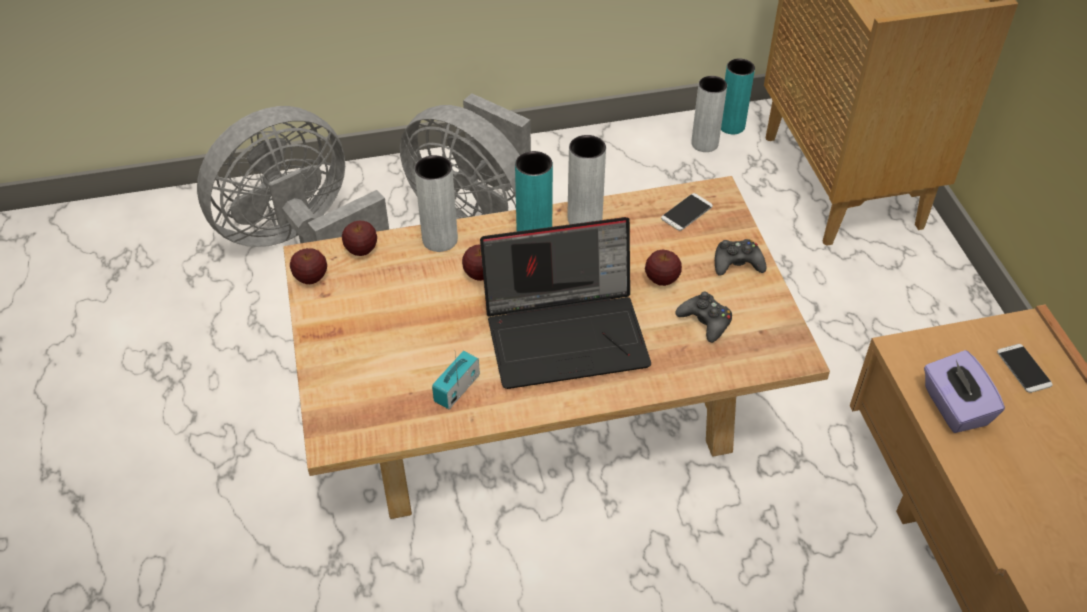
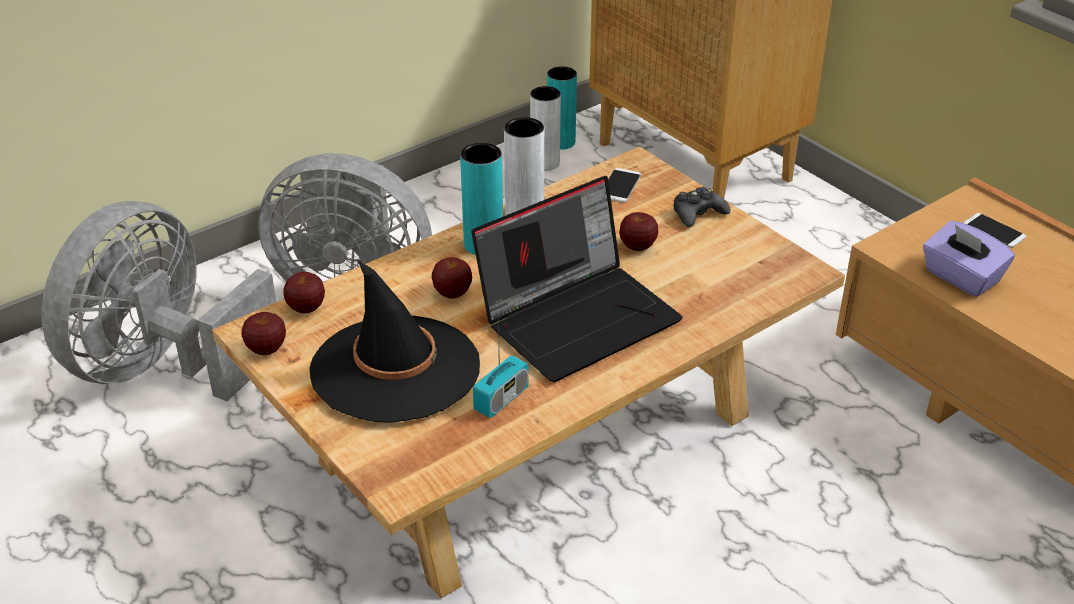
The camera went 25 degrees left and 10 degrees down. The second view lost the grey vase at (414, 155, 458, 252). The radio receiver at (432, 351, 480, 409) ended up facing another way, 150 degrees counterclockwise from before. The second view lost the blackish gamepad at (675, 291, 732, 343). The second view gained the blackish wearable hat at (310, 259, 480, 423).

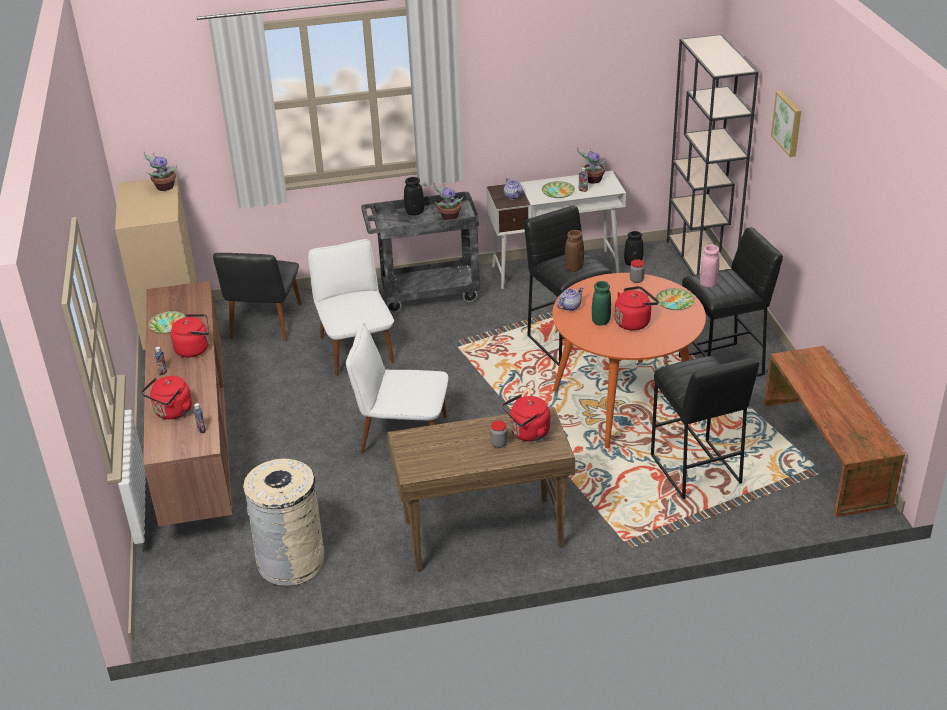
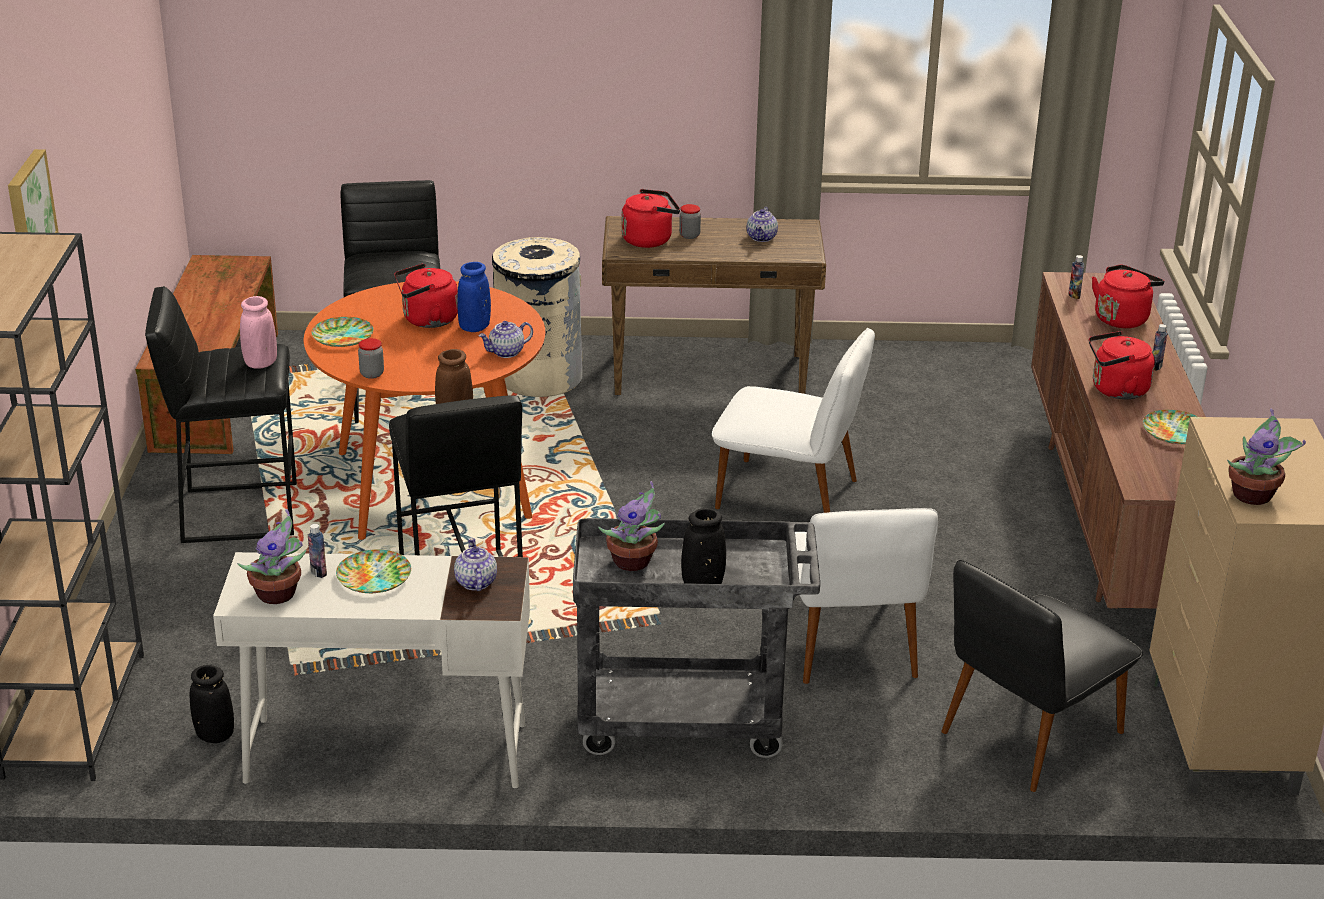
The camera went 170 degrees left and 5 degrees down. The blackish chair at (213, 253, 302, 342) ended up facing another way, 150 degrees counterclockwise from before. The beige rubbish bin ended up elsewhere, having gone from (243, 458, 324, 586) to (492, 237, 582, 397). What was the green vase at (592, 281, 611, 325) turned into the blue vase at (457, 262, 491, 332). The second view gained the tea pot at (747, 207, 778, 242).

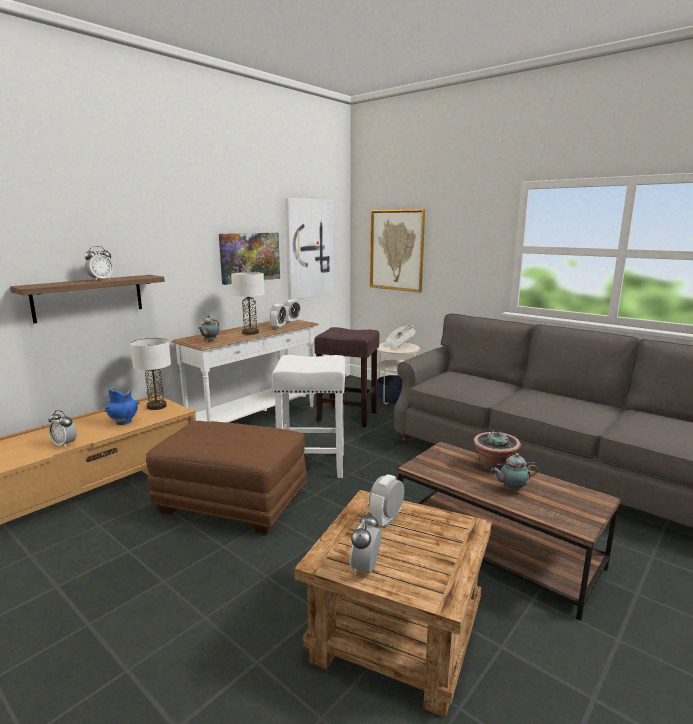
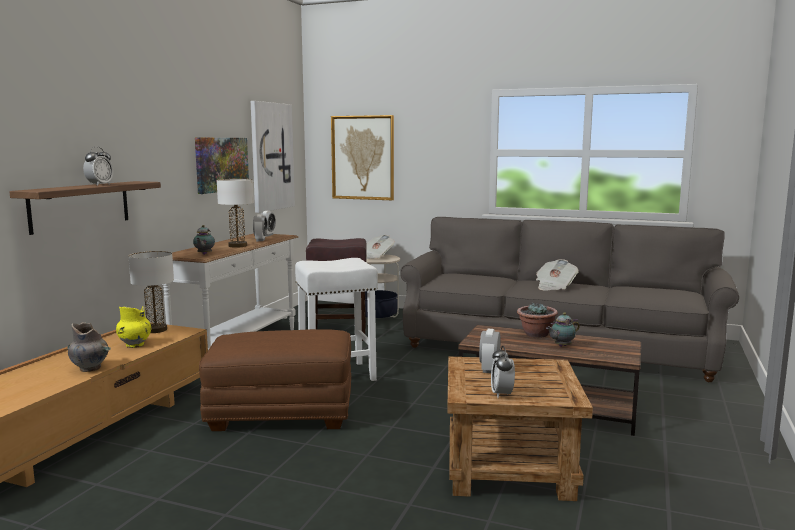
The camera went 20 degrees left and 5 degrees down. Where the alarm clock stood at (48, 410, 77, 448), the grey vase came to stand at (67, 322, 111, 372). What was the blue vase at (105, 388, 140, 425) turned into the yellowish vase at (116, 306, 151, 348). The second view gained the newspaper at (536, 259, 579, 291).

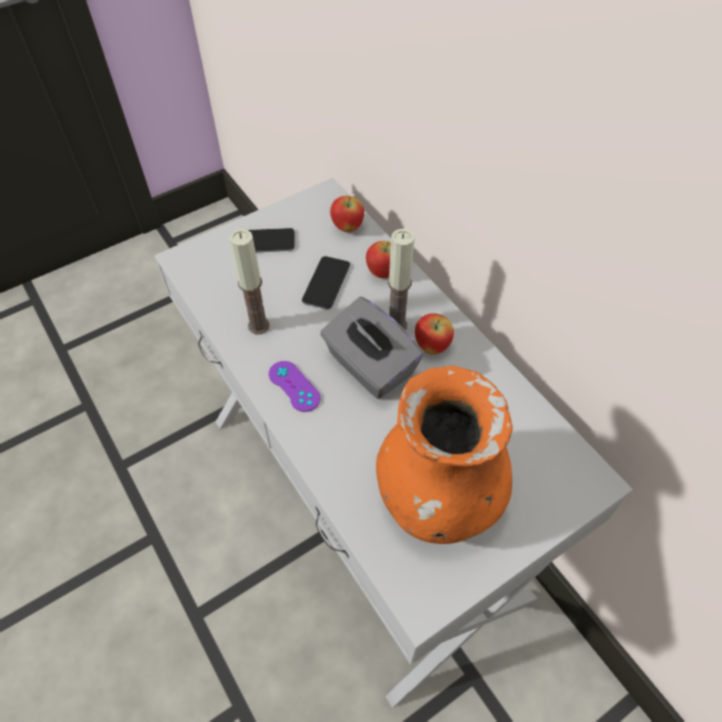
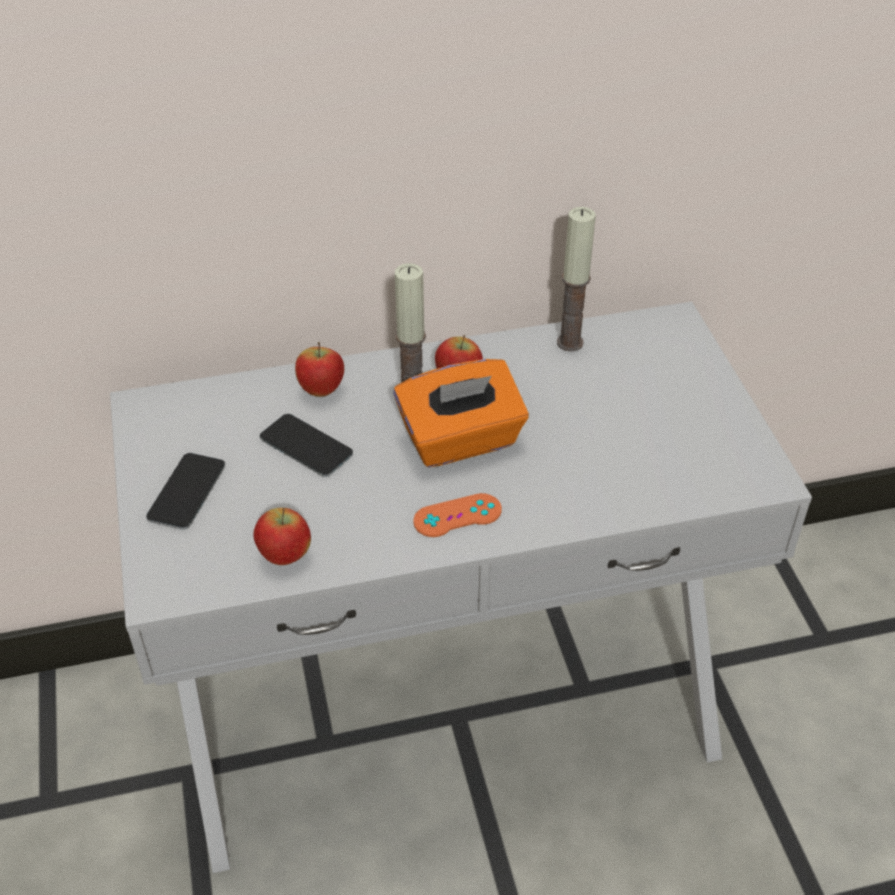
The camera went 70 degrees left and 10 degrees down. The candle ended up elsewhere, having gone from (229, 229, 270, 334) to (557, 207, 596, 352). What was the purple-coloured gamepad at (269, 361, 321, 412) turned into the orangey gamepad at (413, 493, 502, 537). What was the grey tissue box at (320, 297, 424, 399) turned into the orangey tissue box at (393, 359, 529, 467). The apple fruit ended up elsewhere, having gone from (330, 196, 364, 232) to (254, 508, 311, 565). The second view lost the orangey vase at (376, 366, 513, 544).

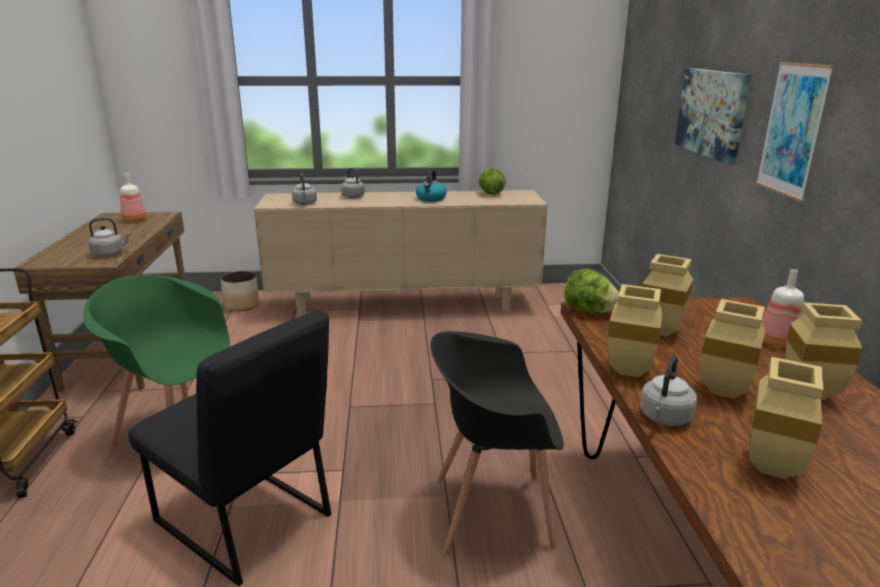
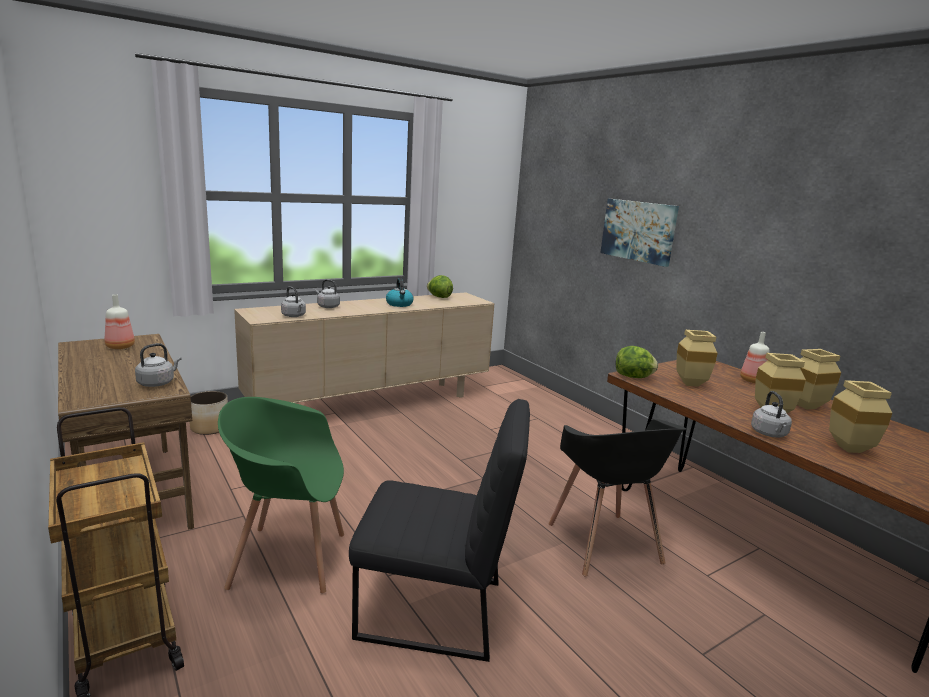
The camera went 30 degrees left and 5 degrees down. The blackish chair at (430, 331, 564, 555) ended up facing another way, 75 degrees counterclockwise from before. The second view lost the beige vase at (608, 284, 663, 377). The second view lost the picture at (755, 62, 835, 202).

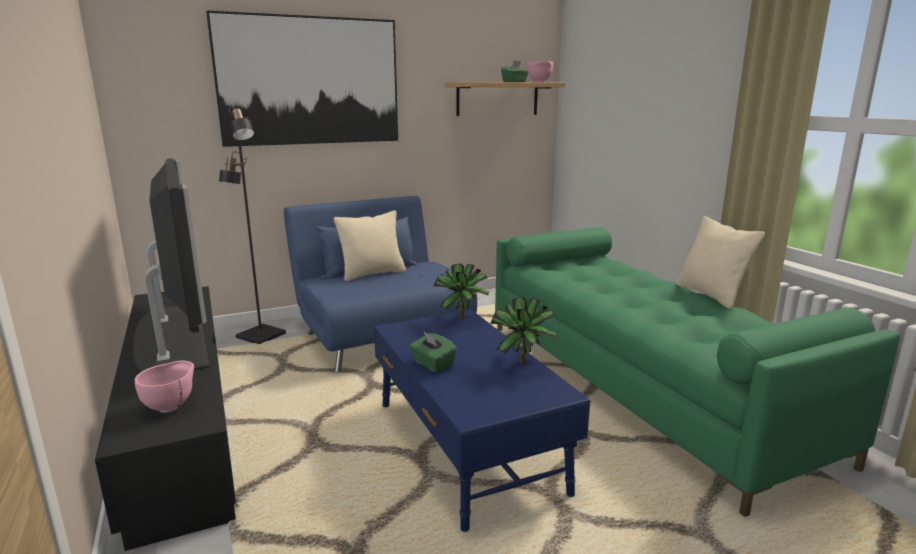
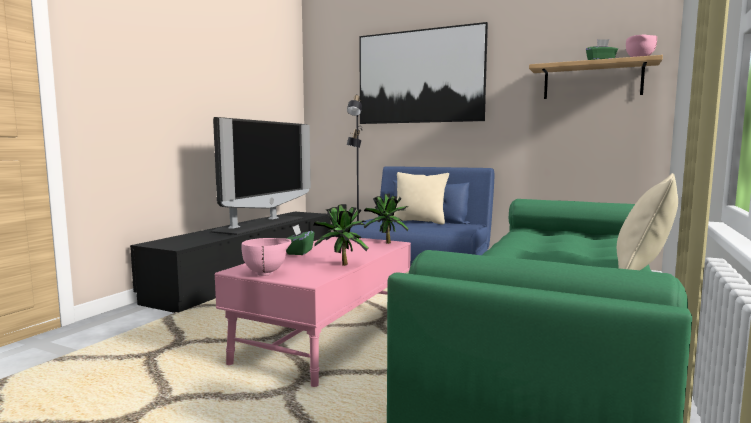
The camera went 50 degrees right and 10 degrees down. The pinkish bowl ended up elsewhere, having gone from (135, 360, 194, 413) to (241, 238, 291, 276). What was the blue lounge table at (374, 310, 590, 532) turned into the pinkish lounge table at (215, 237, 411, 387).

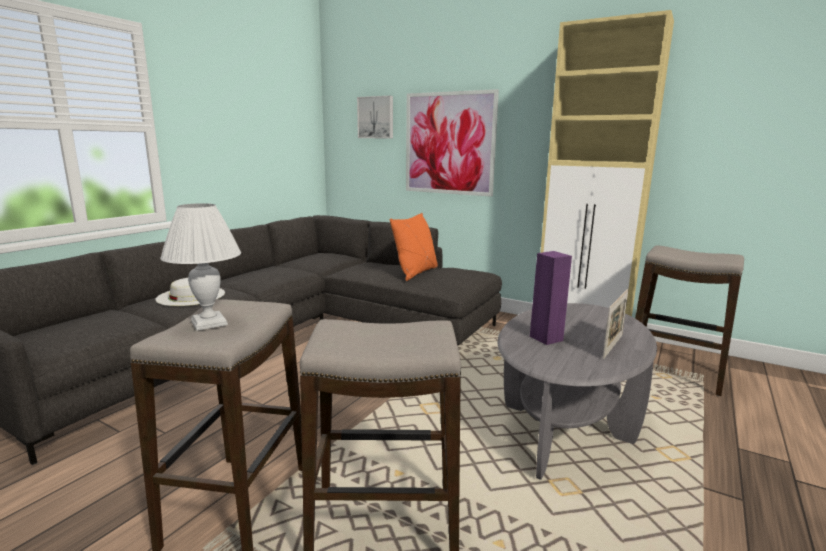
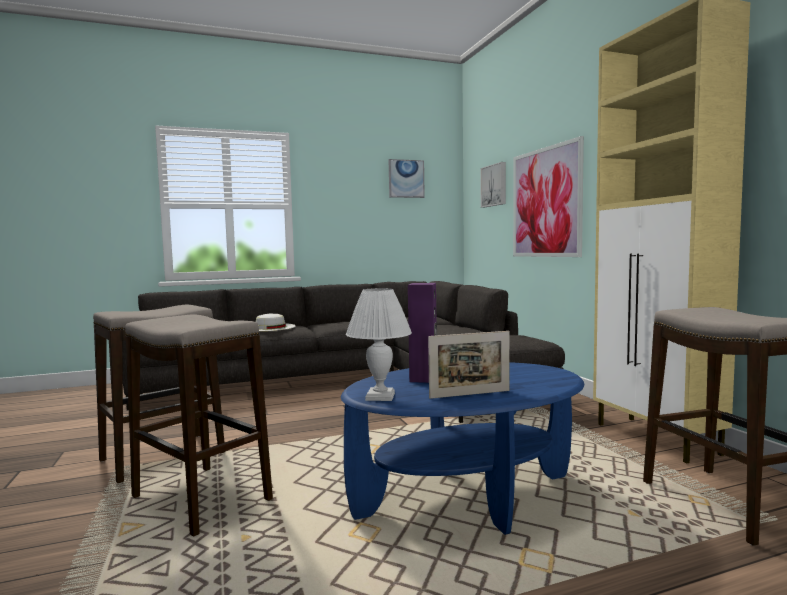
The camera went 40 degrees right and 10 degrees down. The whitish lamp for a table ended up elsewhere, having gone from (160, 203, 241, 331) to (346, 288, 412, 401). The second view lost the orangey throw pillow at (390, 213, 438, 281). What was the grey lounge table at (498, 303, 657, 480) turned into the blue lounge table at (341, 362, 584, 535). The second view gained the picture at (389, 159, 425, 198).

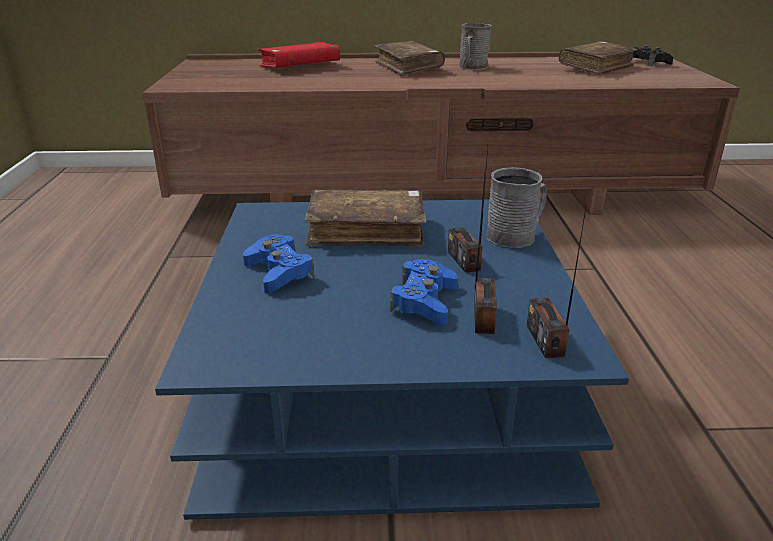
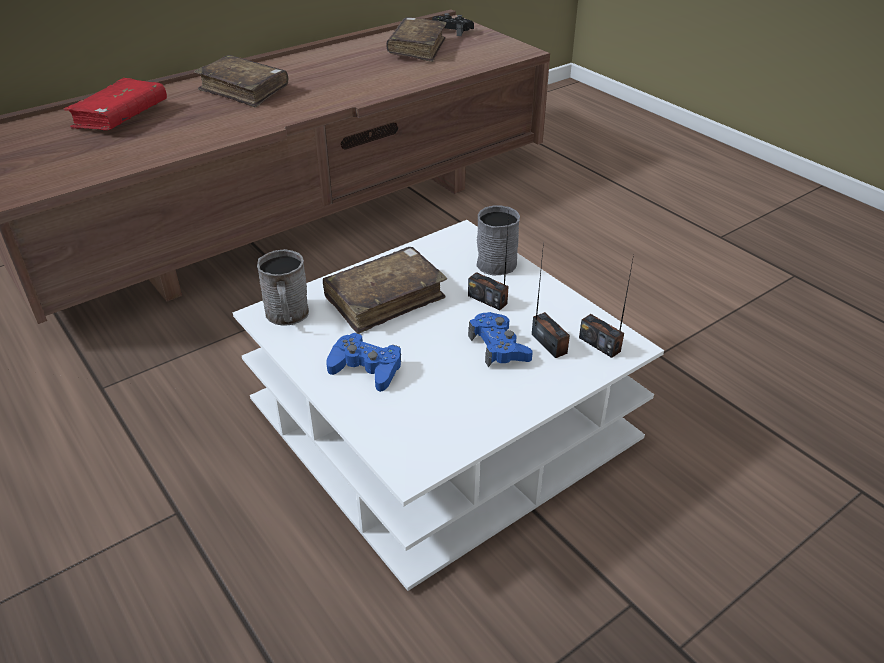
The camera went 35 degrees left and 10 degrees up. What was the blue lounge table at (155, 200, 629, 520) turned into the whitish lounge table at (233, 220, 664, 591). The grey mug ended up elsewhere, having gone from (459, 23, 492, 70) to (257, 249, 309, 326).

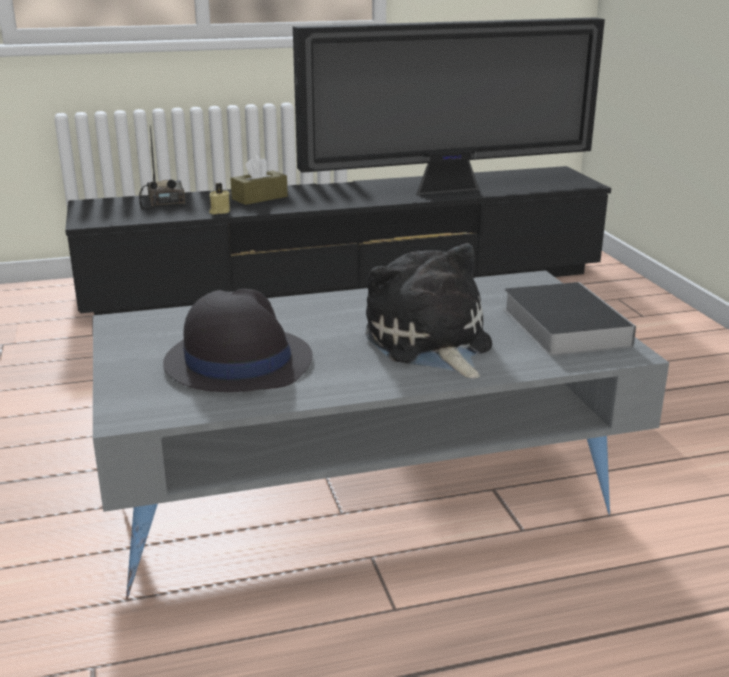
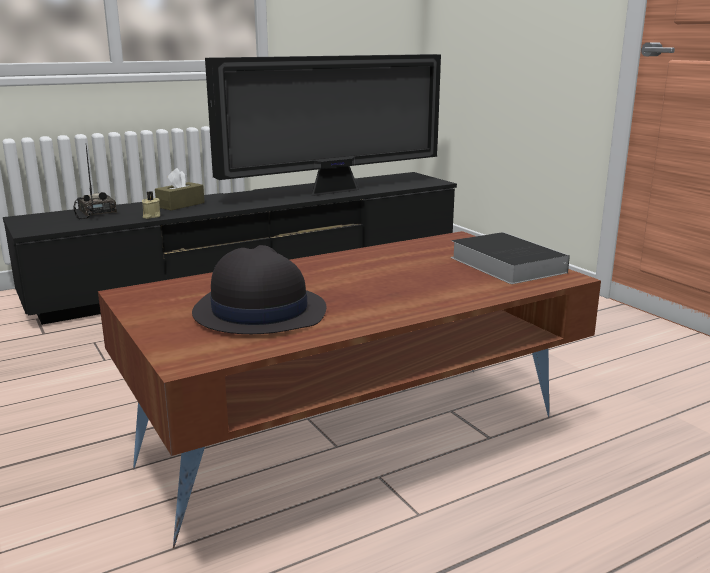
The camera went 15 degrees left and 5 degrees down. What was the grey lounge table at (93, 270, 669, 600) turned into the brownish lounge table at (98, 231, 601, 548). The second view lost the soft toy at (365, 243, 492, 379).

